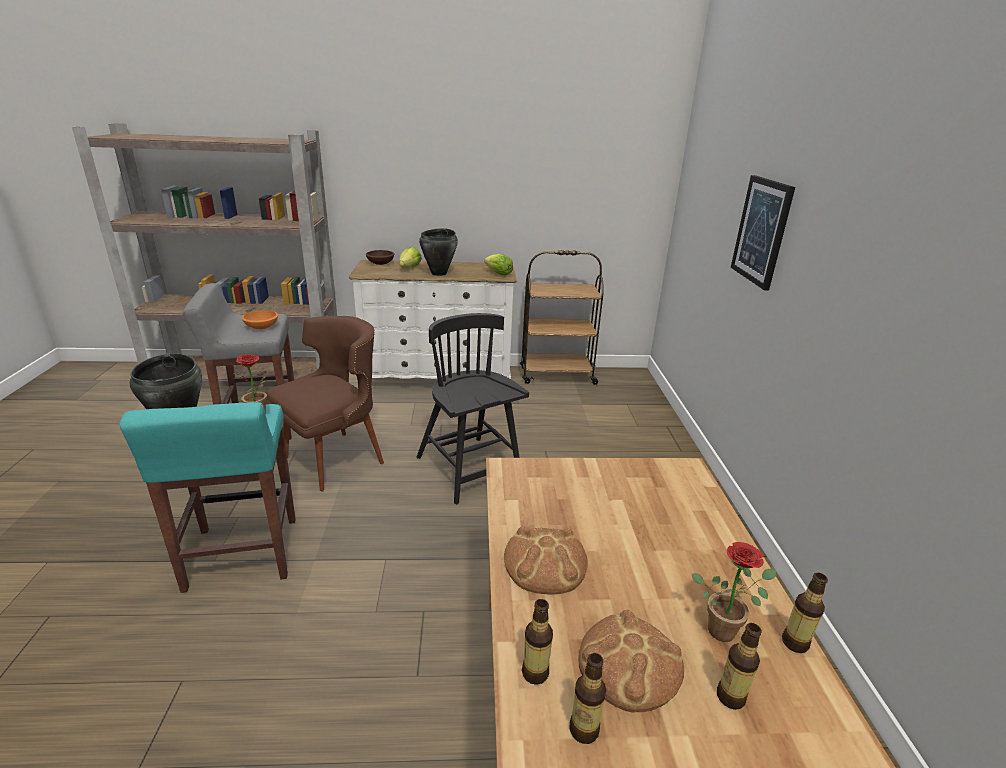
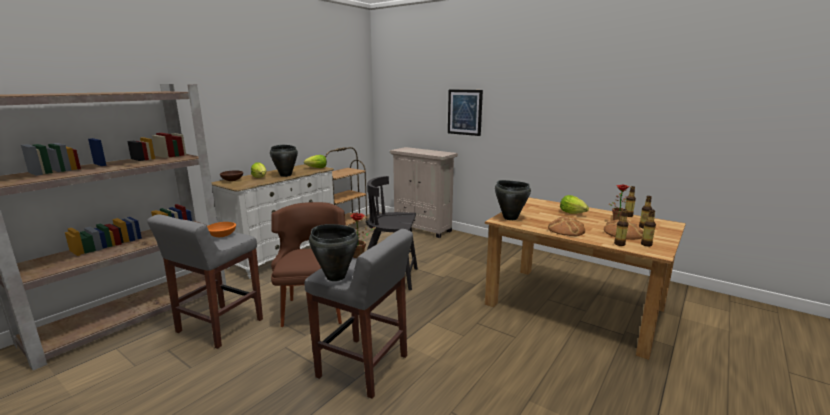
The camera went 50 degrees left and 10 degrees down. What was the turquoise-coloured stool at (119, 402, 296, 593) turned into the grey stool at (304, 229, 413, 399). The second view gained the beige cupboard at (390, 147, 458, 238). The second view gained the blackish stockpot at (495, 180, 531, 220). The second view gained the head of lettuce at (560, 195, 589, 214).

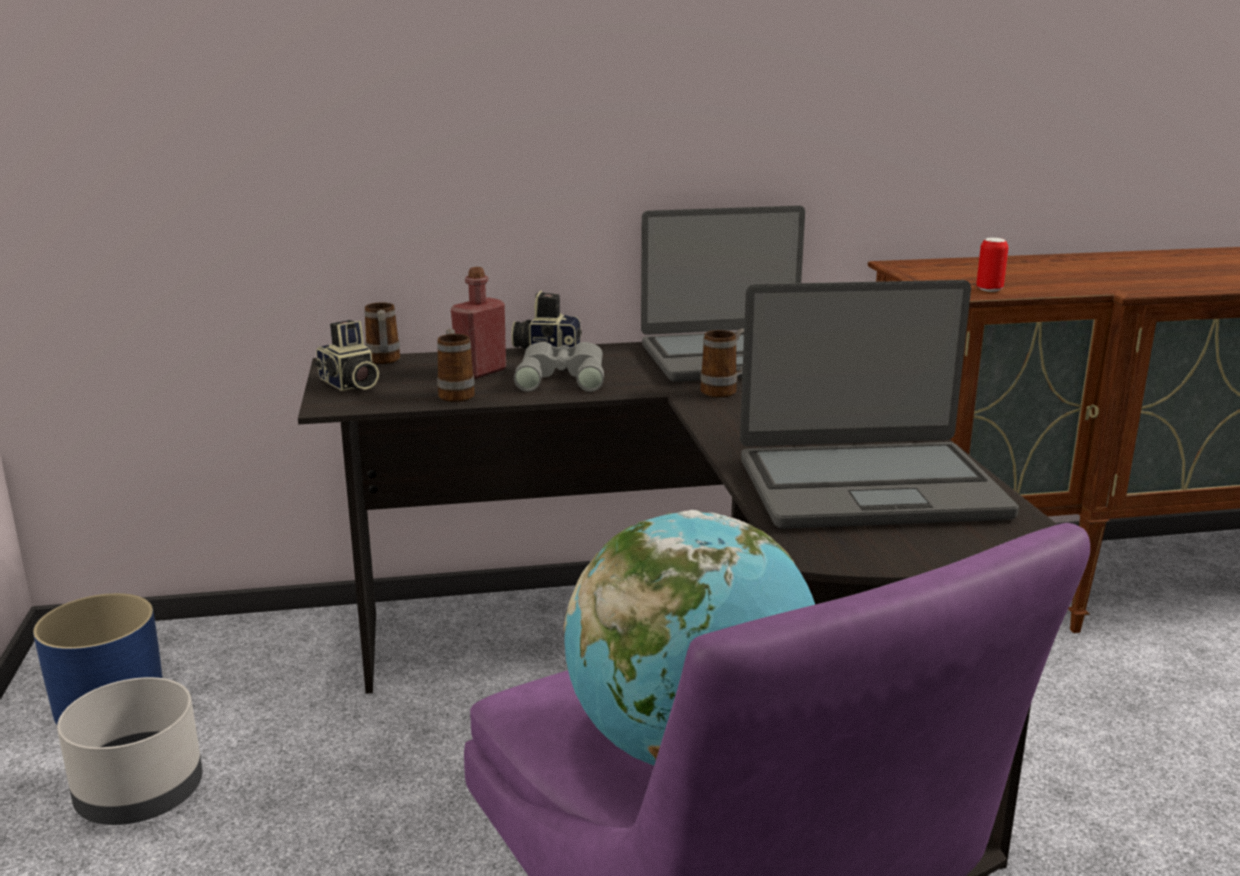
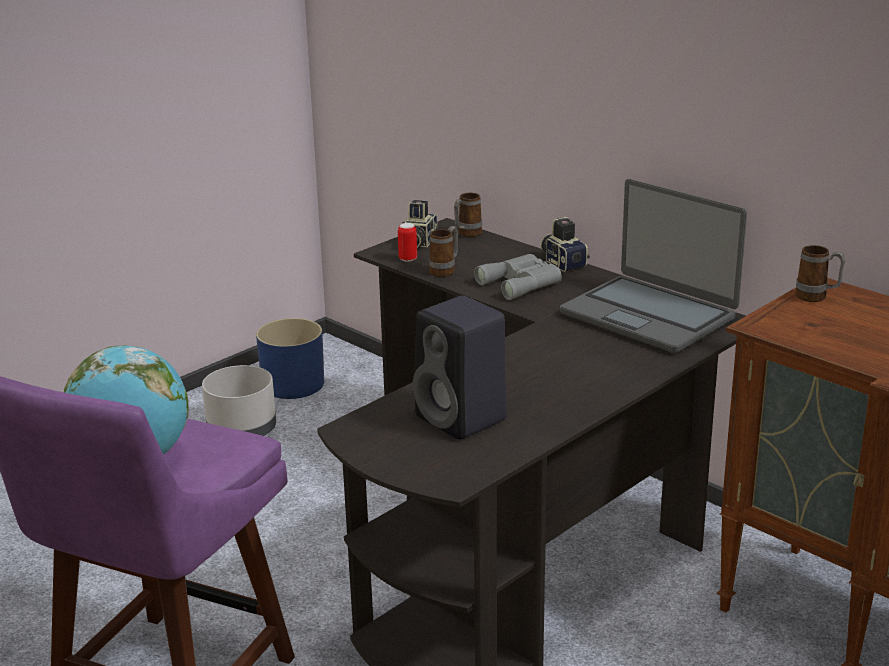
The camera went 55 degrees right and 5 degrees up. The second view lost the red bottle at (451, 267, 506, 379). The mug ended up elsewhere, having gone from (700, 328, 744, 397) to (795, 245, 845, 302). Where the portable computer stood at (740, 280, 1019, 529), the blackish speaker came to stand at (413, 296, 507, 440). The can ended up elsewhere, having gone from (976, 238, 1008, 292) to (398, 223, 417, 262).

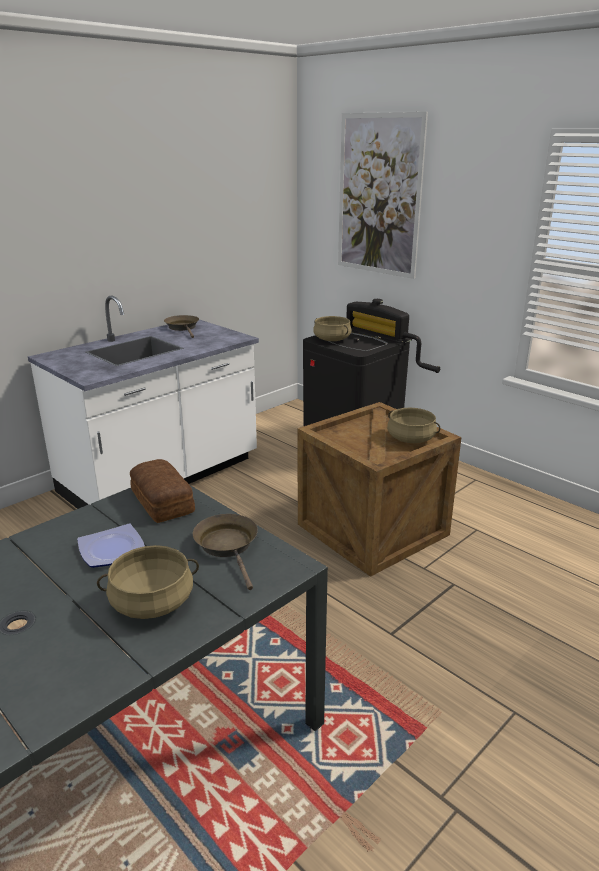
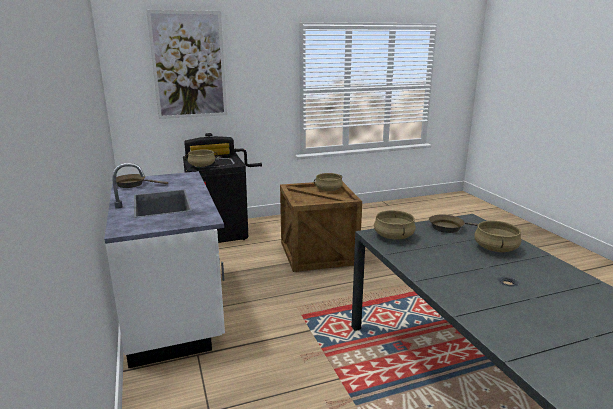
The camera went 65 degrees left and 5 degrees down. The second view lost the flat dish at (77, 523, 145, 568). Where the baked bread stood at (130, 459, 195, 523), the beige stockpot came to stand at (374, 210, 416, 240).

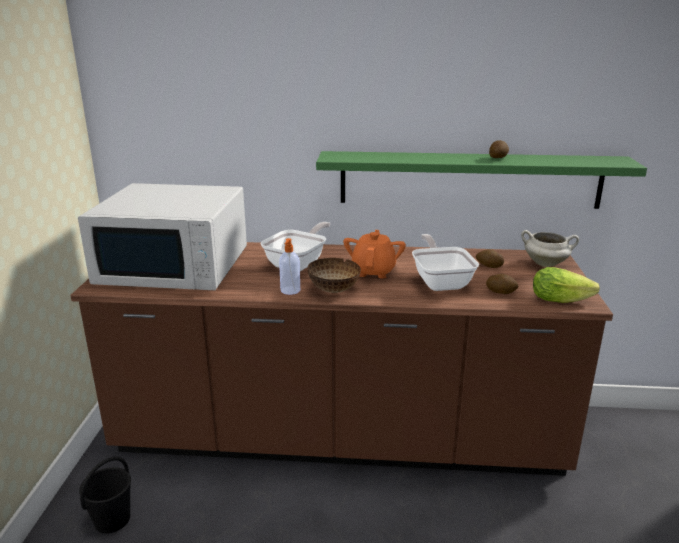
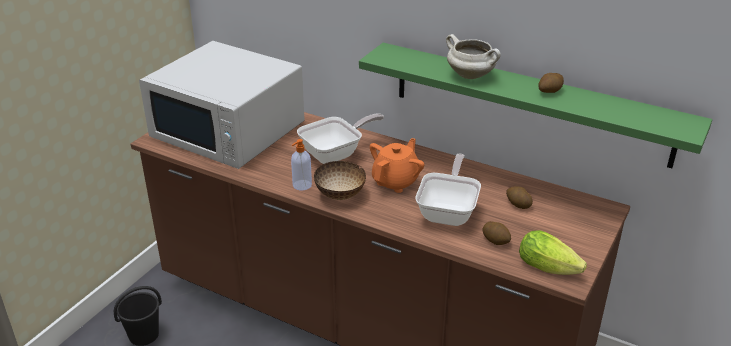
The camera went 25 degrees right and 10 degrees up. The whitish stockpot ended up elsewhere, having gone from (521, 230, 579, 267) to (446, 34, 500, 79).

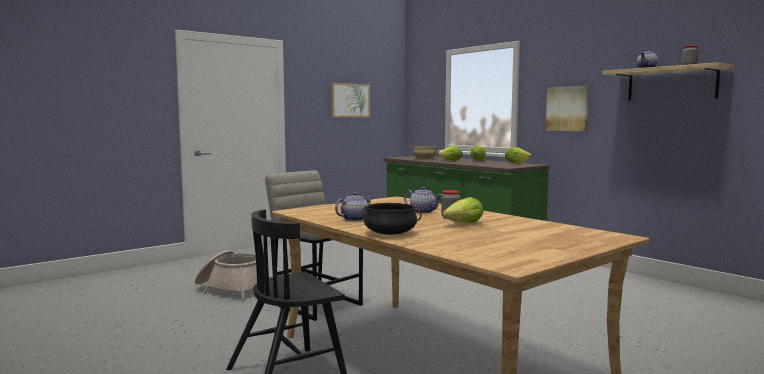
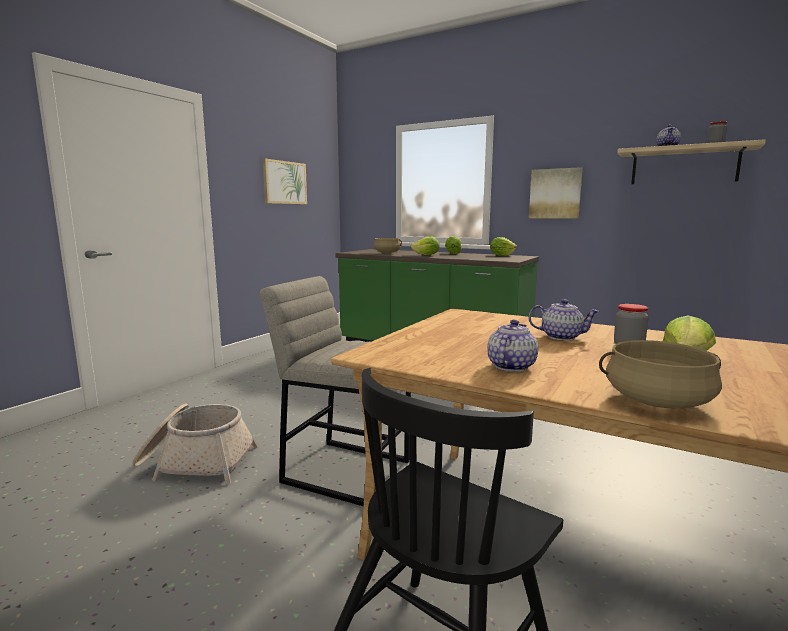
The camera went 20 degrees left and 5 degrees up. What was the blackish stockpot at (363, 203, 422, 235) turned into the beige stockpot at (599, 340, 722, 409).

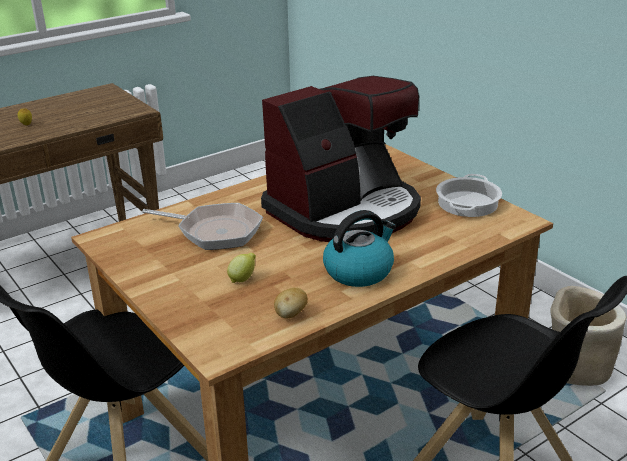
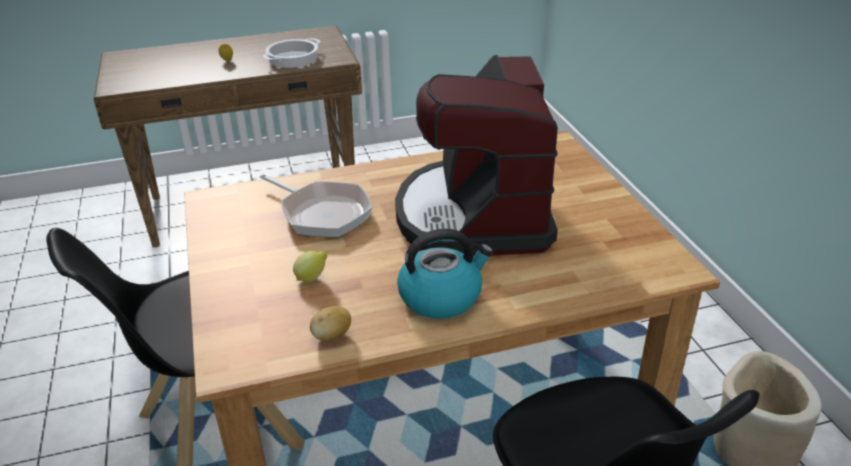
The camera went 20 degrees right and 5 degrees up. The coffee brewer at (261, 76, 421, 242) ended up facing another way, 105 degrees clockwise from before. The stockpot ended up elsewhere, having gone from (436, 174, 502, 217) to (263, 38, 321, 68).

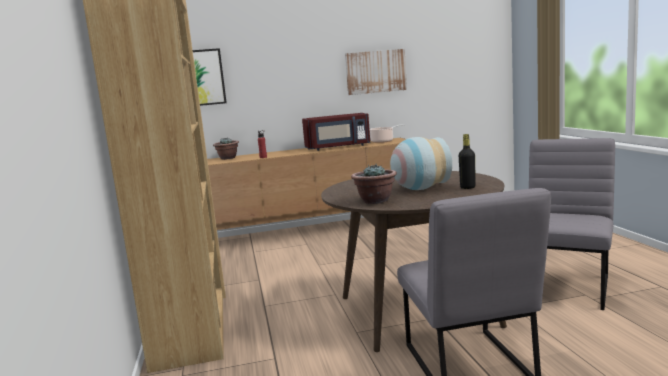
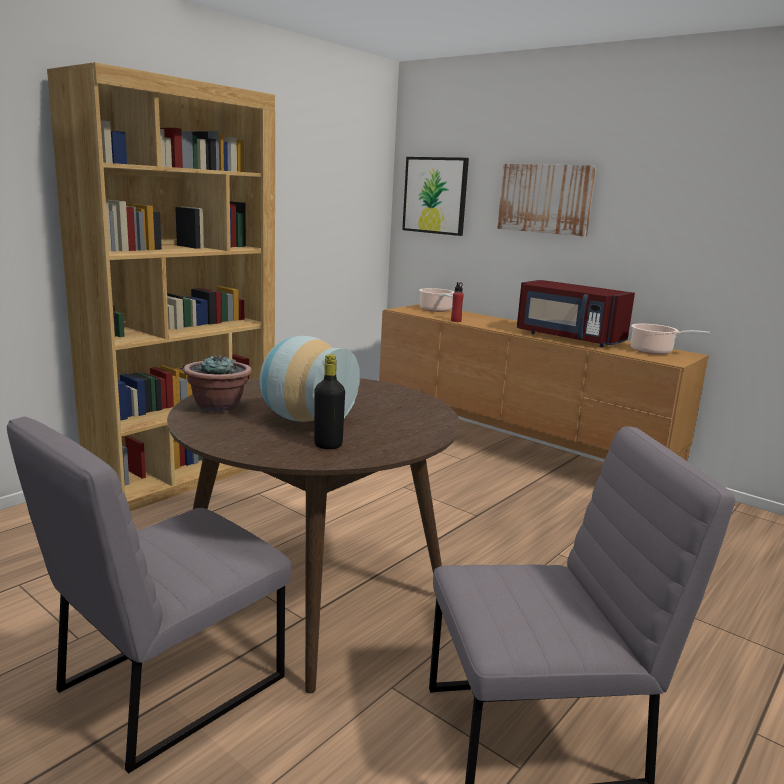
The camera went 50 degrees right and 5 degrees up. Where the plant in a pot stood at (213, 138, 239, 160), the stockpot came to stand at (419, 288, 454, 312). The picture ended up elsewhere, having gone from (345, 49, 407, 95) to (497, 164, 596, 237).

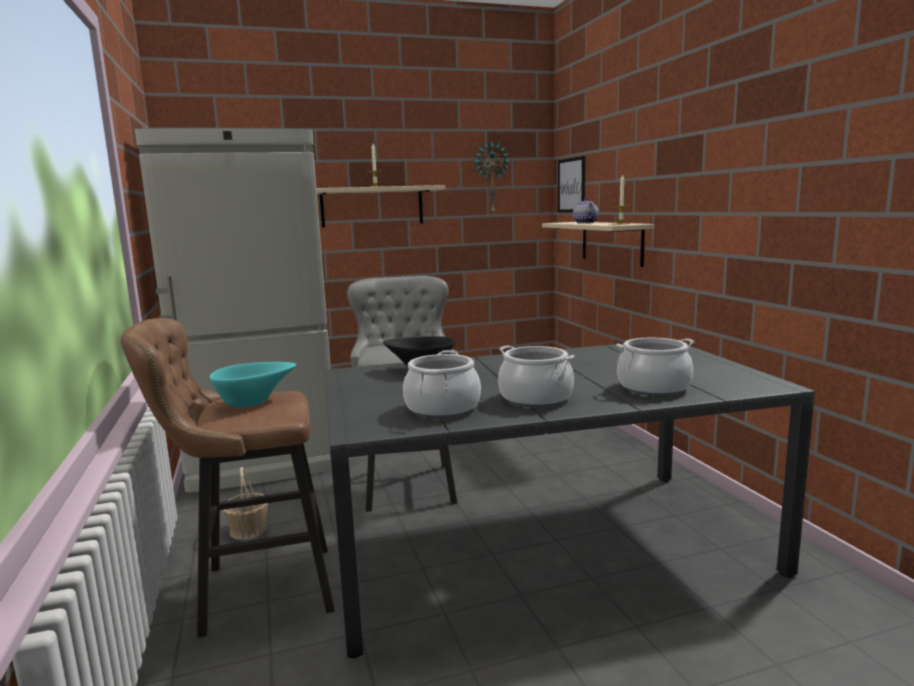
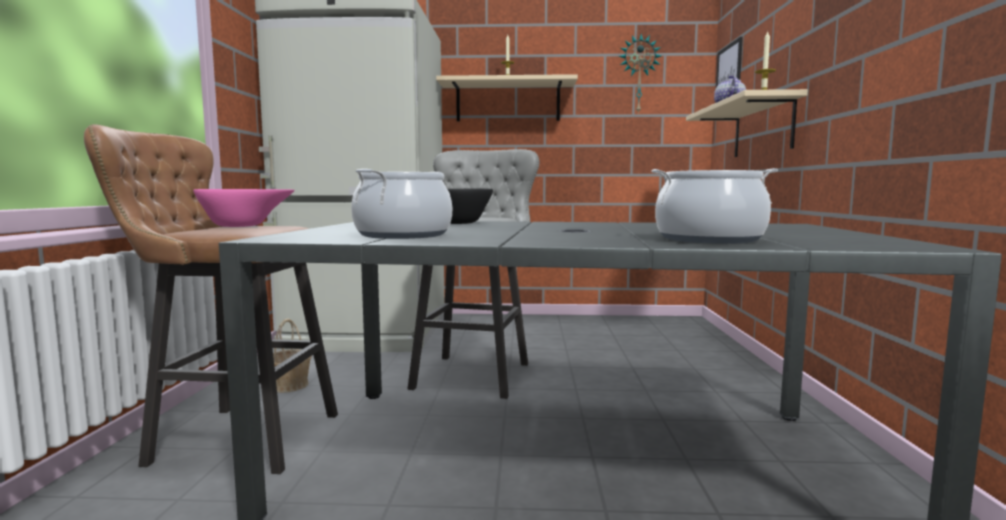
The camera went 20 degrees right and 5 degrees down. What was the turquoise-coloured bowl at (210, 362, 296, 407) turned into the pinkish bowl at (193, 189, 295, 227). The second view lost the stockpot at (498, 346, 575, 407).

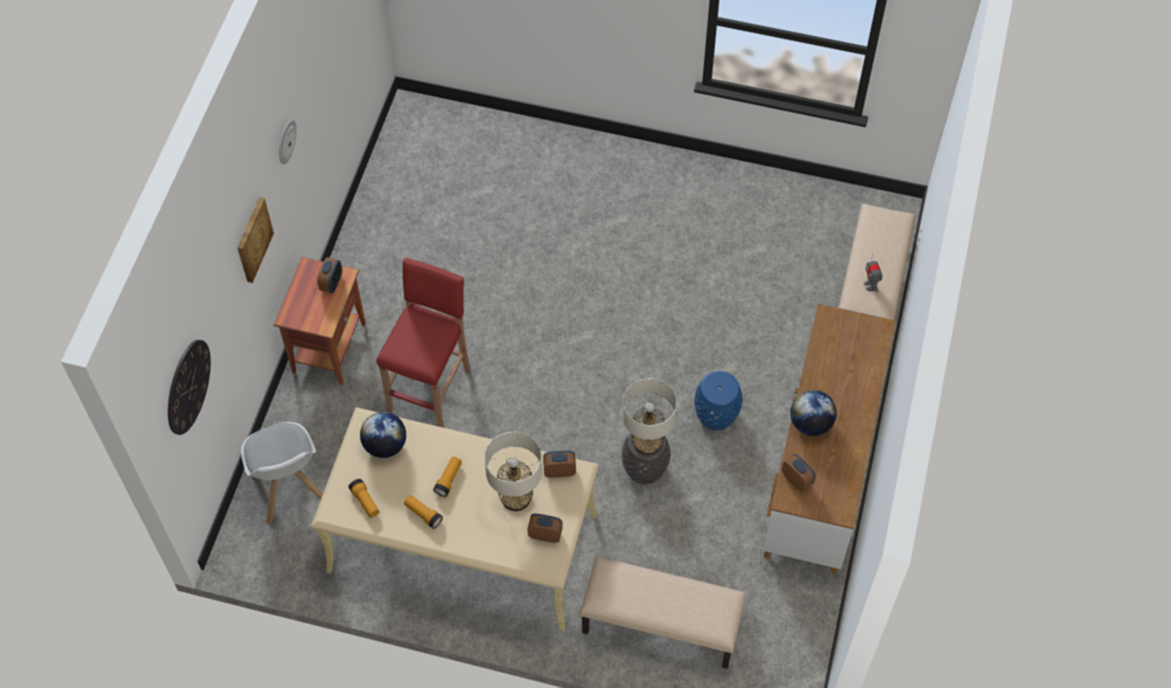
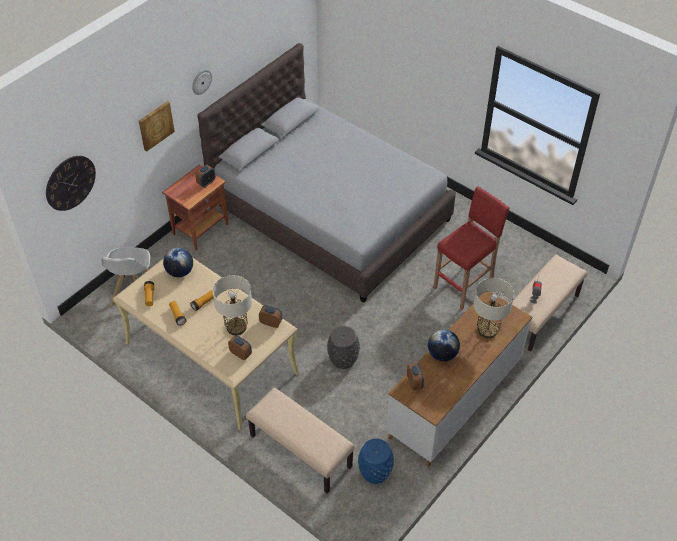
The camera went 25 degrees right and 10 degrees down. The red stool ended up elsewhere, having gone from (376, 258, 471, 428) to (433, 186, 510, 309). The lamp for a table ended up elsewhere, having gone from (622, 378, 677, 455) to (474, 278, 514, 338). The blue stool ended up elsewhere, having gone from (694, 371, 742, 430) to (358, 439, 394, 484). The second view gained the grey bed at (197, 43, 456, 303).

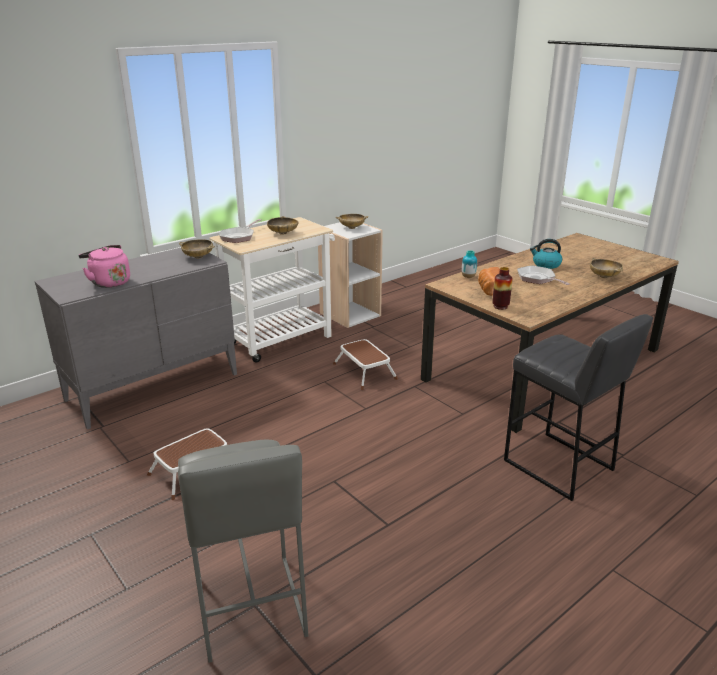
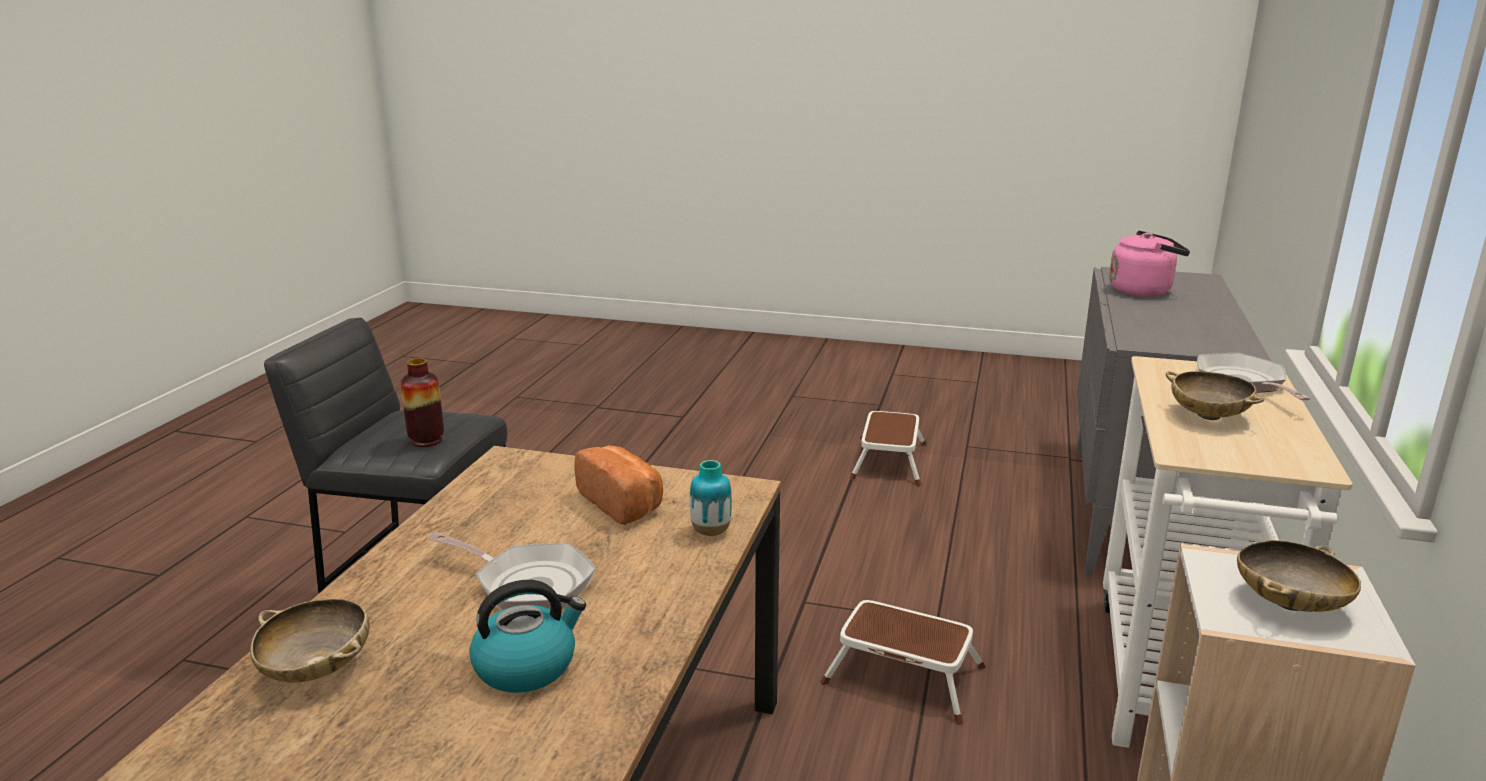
The camera went 145 degrees right and 5 degrees down. The second view lost the grey stool at (178, 440, 308, 663). The second view lost the beige bowl at (179, 239, 215, 258). The vase ended up elsewhere, having gone from (492, 267, 513, 310) to (400, 358, 444, 447).

